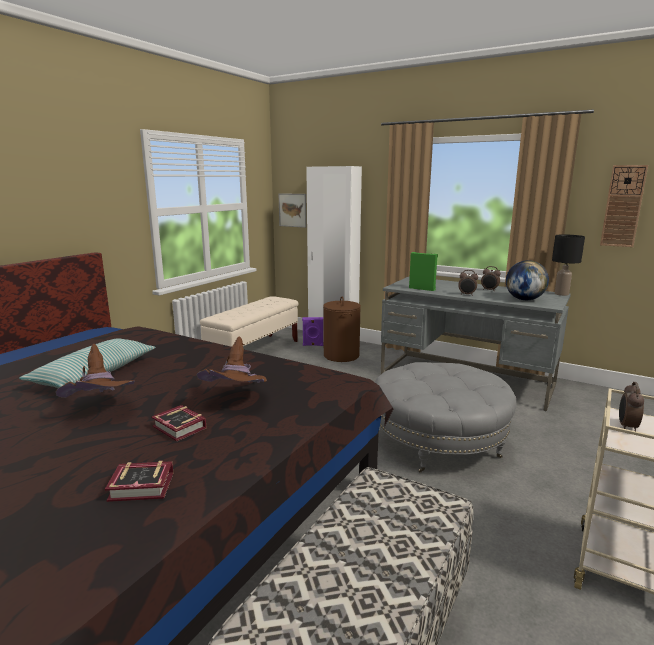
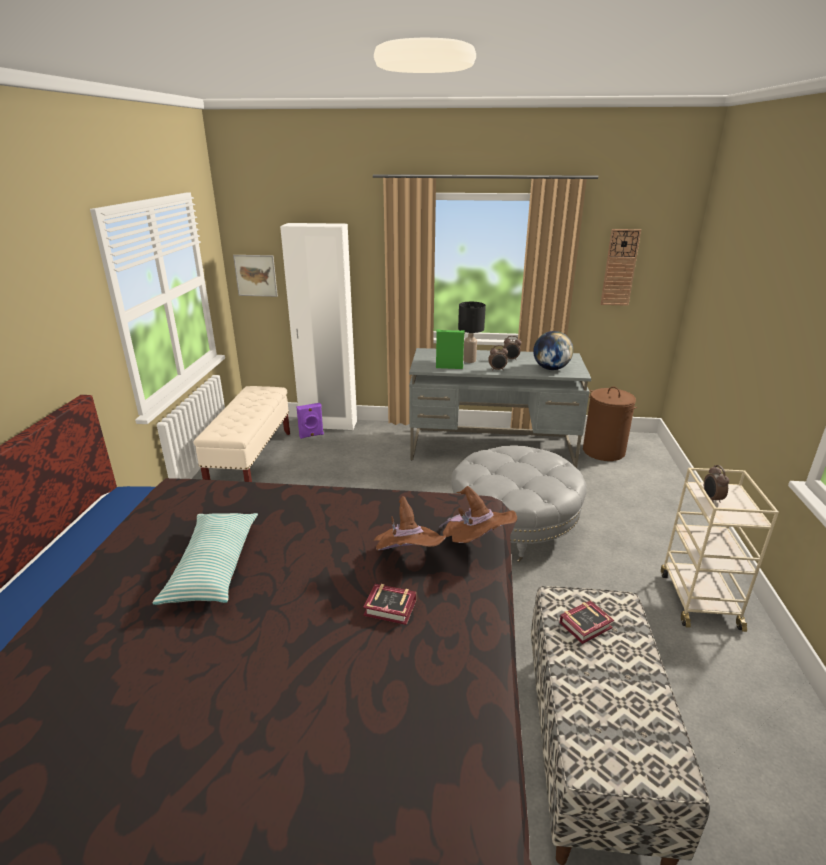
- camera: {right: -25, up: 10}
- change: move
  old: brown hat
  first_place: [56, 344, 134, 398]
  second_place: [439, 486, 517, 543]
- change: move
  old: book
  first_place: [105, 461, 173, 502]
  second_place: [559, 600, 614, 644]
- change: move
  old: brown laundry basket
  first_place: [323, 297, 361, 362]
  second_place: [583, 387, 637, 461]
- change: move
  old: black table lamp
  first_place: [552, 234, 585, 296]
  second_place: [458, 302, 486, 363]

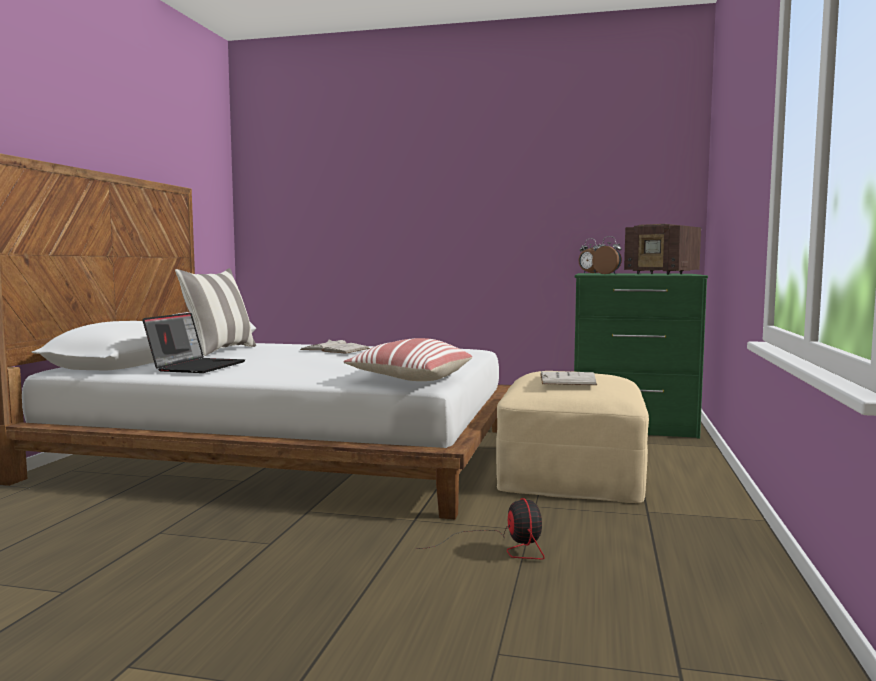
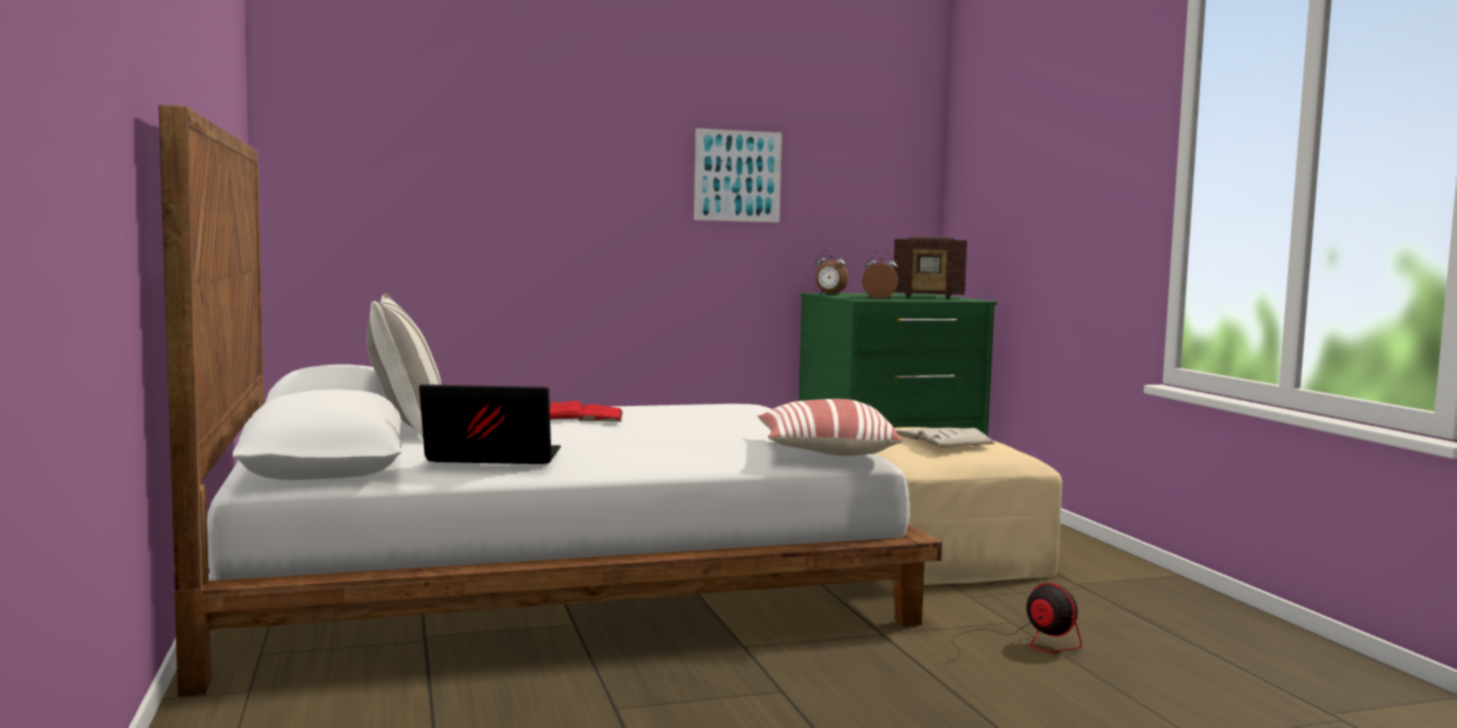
- camera: {right: -30, up: 0}
- change: rotate
  old: laptop
  first_place: [142, 313, 245, 373]
  second_place: [419, 384, 561, 464]
  degrees: -75
- change: recolor
  old: white book
  new: red book
  first_place: [300, 340, 370, 354]
  second_place: [550, 401, 623, 422]
- change: insert
  new: picture
  second_place: [694, 128, 782, 222]

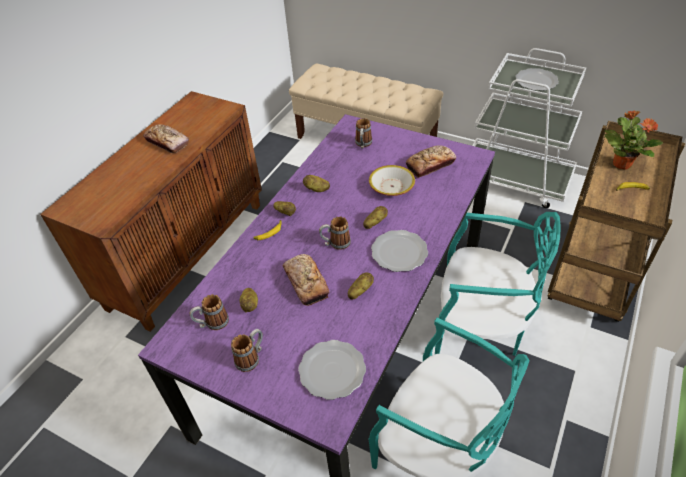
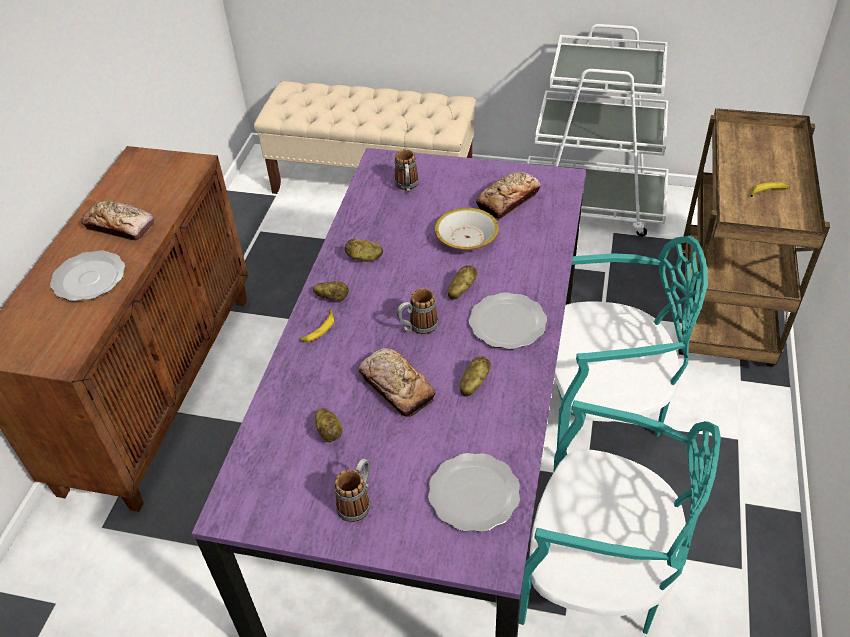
- camera: {right: -15, up: 0}
- change: delete
  old: mug
  first_place: [189, 294, 229, 330]
- change: move
  old: plate
  first_place: [515, 68, 559, 91]
  second_place: [50, 250, 125, 301]
- change: delete
  old: potted plant
  first_place: [605, 110, 663, 169]

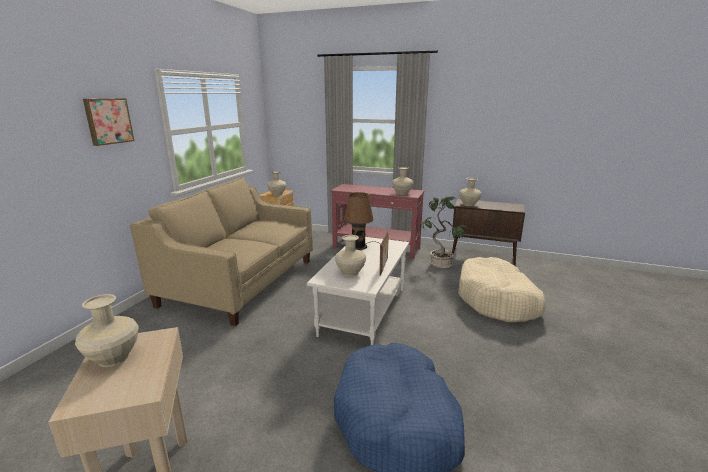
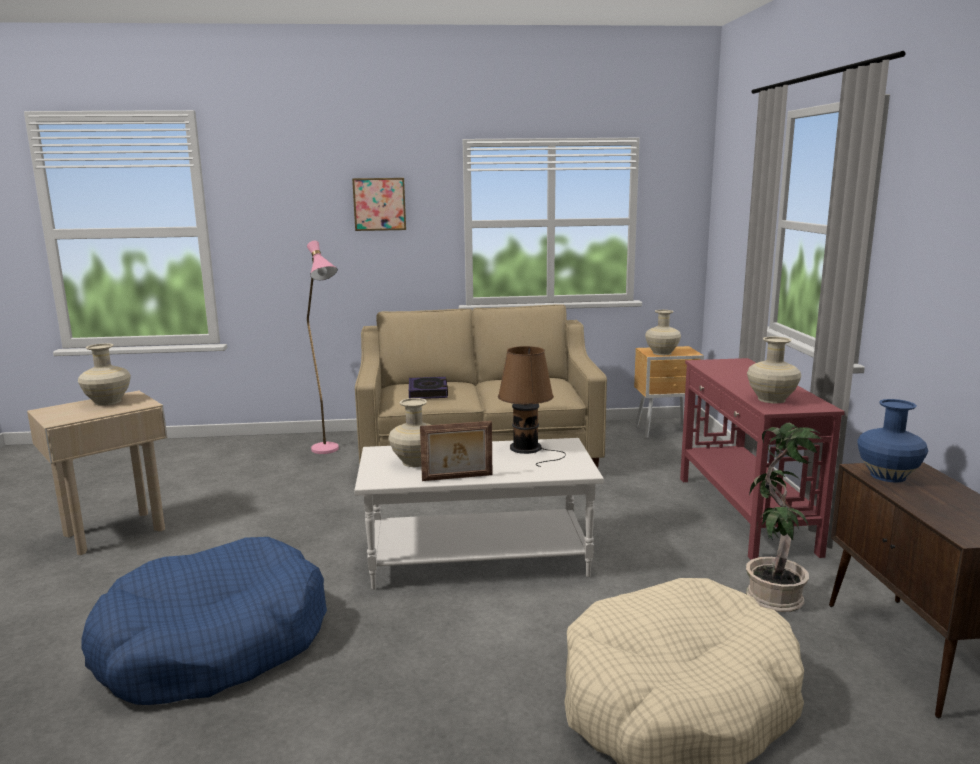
- camera: {right: 65, up: -5}
- change: recolor
  old: beige vase
  new: blue vase
  first_place: [459, 178, 482, 206]
  second_place: [858, 399, 928, 482]
- change: insert
  new: pink floor lamp
  second_place: [307, 240, 339, 454]
- change: insert
  new: book
  second_place: [409, 377, 448, 399]

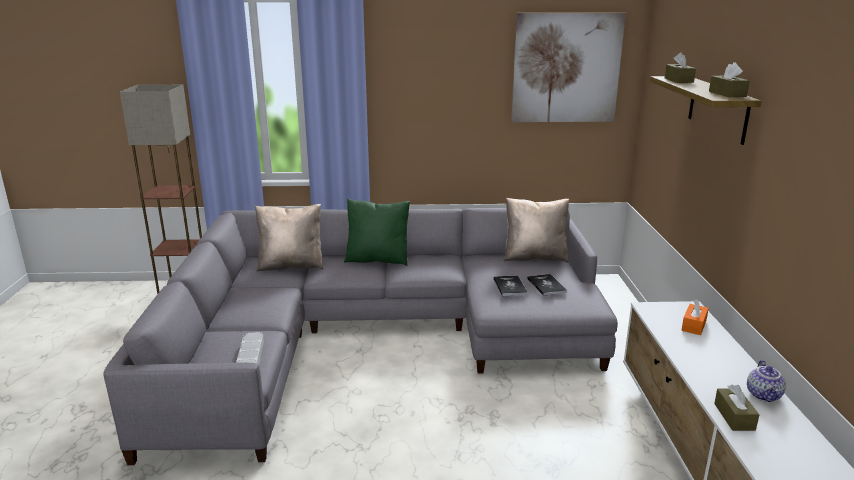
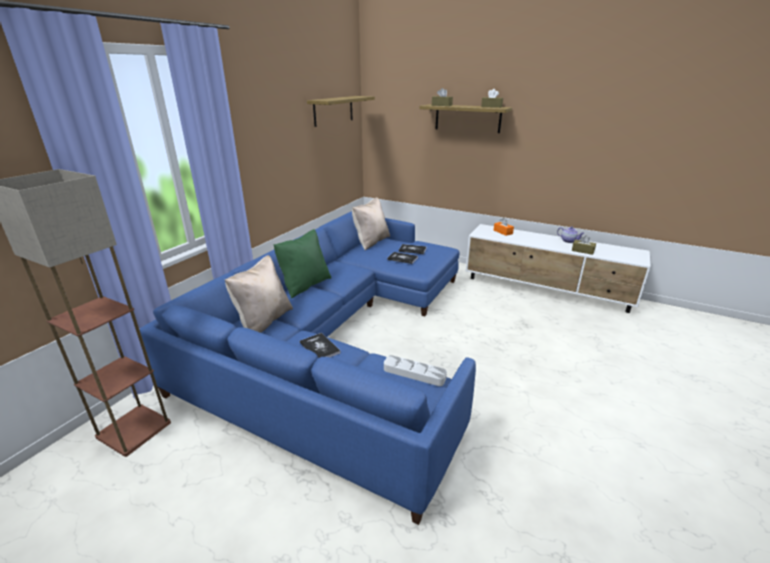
- camera: {right: -60, up: 5}
- change: recolor
  old: grey sofa
  new: blue sofa
  first_place: [103, 208, 618, 465]
  second_place: [139, 211, 476, 525]
- change: replace
  old: picture
  new: shelf
  first_place: [511, 13, 626, 122]
  second_place: [307, 96, 375, 127]
- change: insert
  new: book
  second_place: [300, 333, 340, 358]

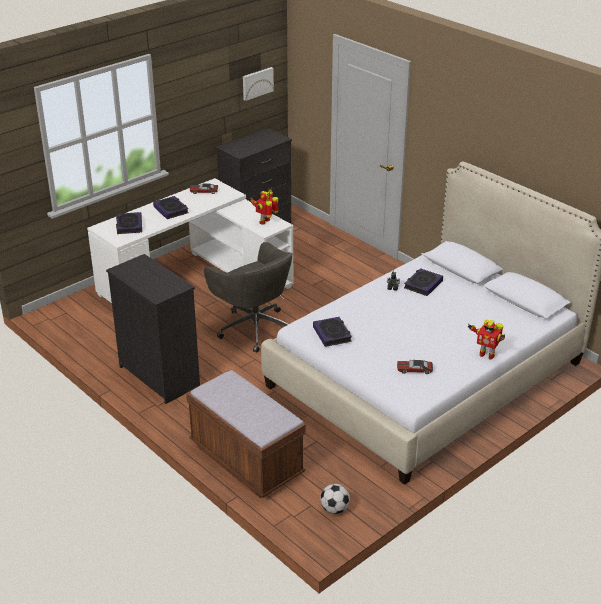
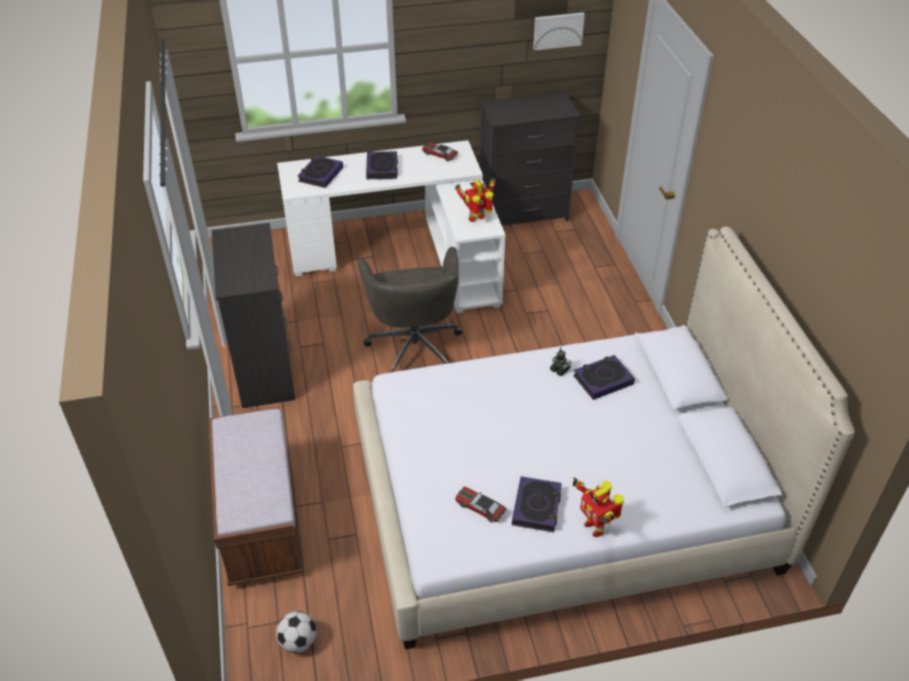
- camera: {right: 30, up: 10}
- change: move
  old: book
  first_place: [313, 317, 352, 347]
  second_place: [512, 476, 562, 532]

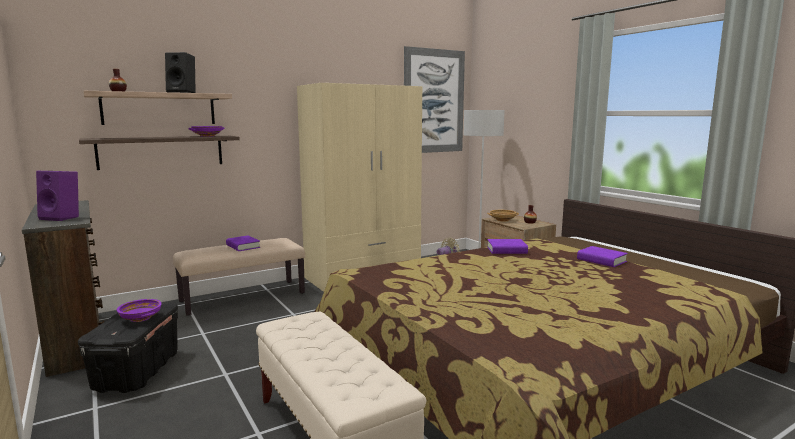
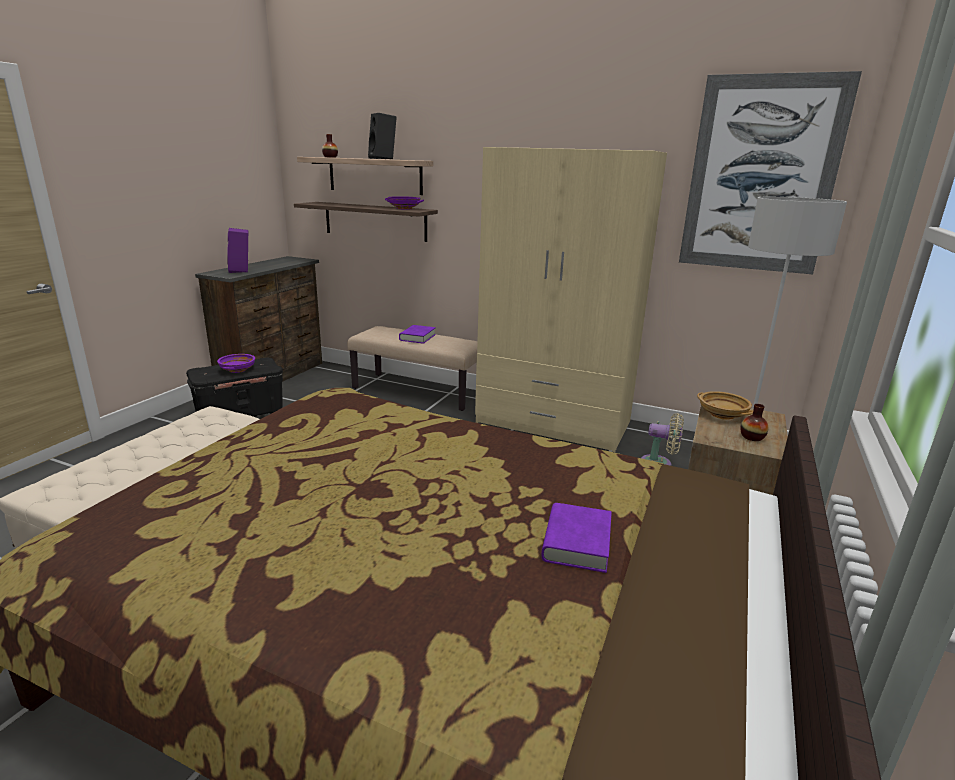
- camera: {right: 55, up: 10}
- change: delete
  old: purple book
  first_place: [487, 239, 528, 254]

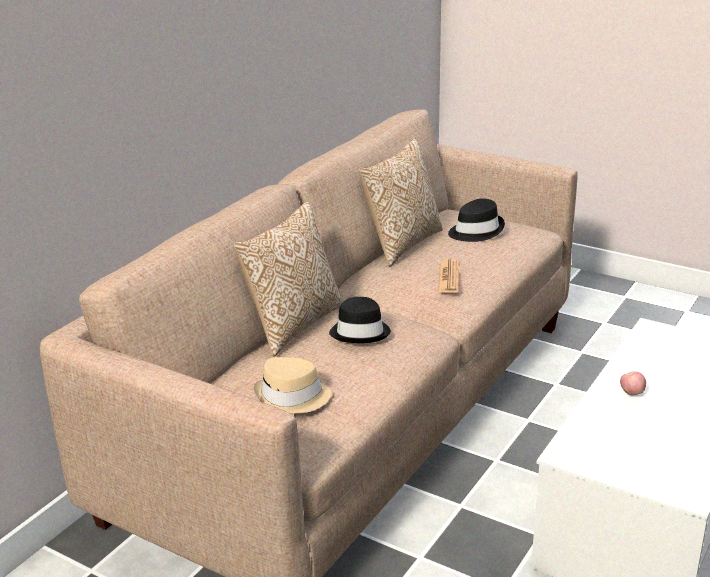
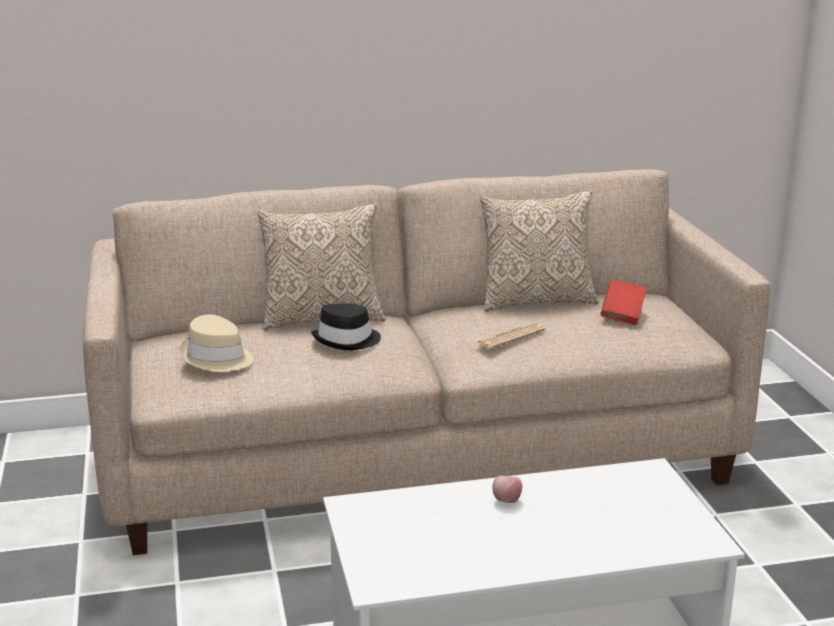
- camera: {right: 45, up: -5}
- change: replace
  old: black hat
  new: red book
  first_place: [448, 198, 505, 242]
  second_place: [601, 279, 647, 325]

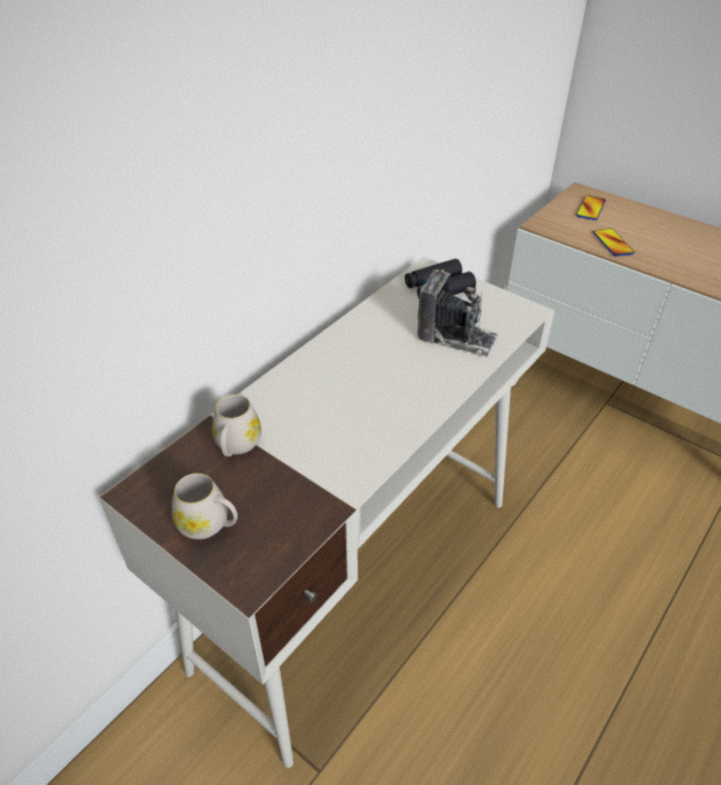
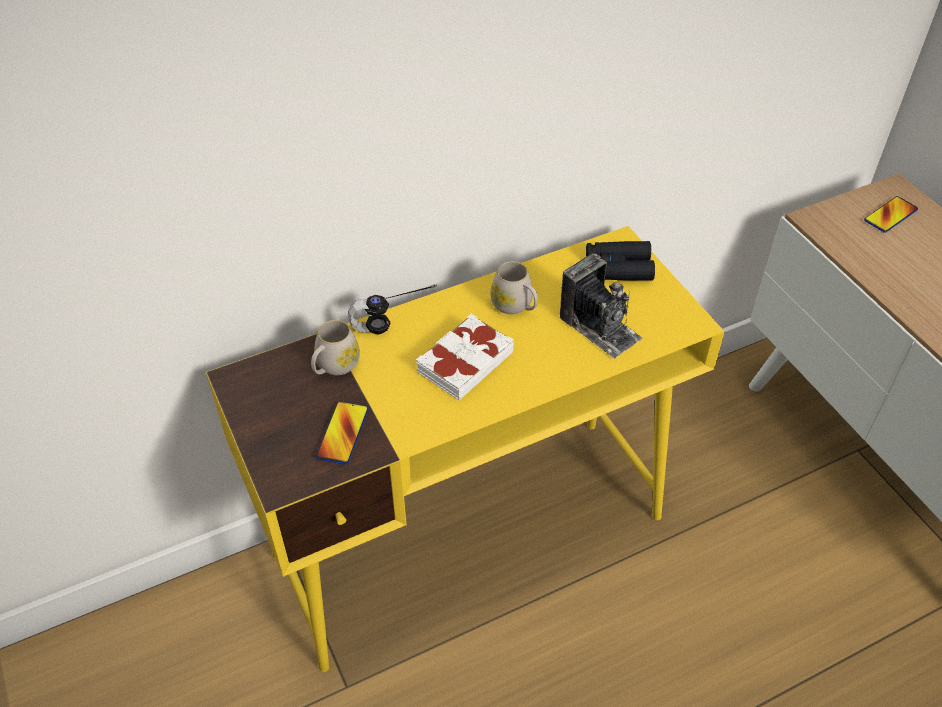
- camera: {right: 25, up: 5}
- change: recolor
  old: white desk
  new: yellow desk
  first_place: [98, 256, 555, 768]
  second_place: [206, 226, 725, 672]
- change: move
  old: white mug
  first_place: [172, 473, 238, 539]
  second_place: [490, 261, 538, 314]
- change: move
  old: phone
  first_place: [593, 228, 635, 257]
  second_place: [316, 401, 369, 465]
- change: insert
  new: headphones
  second_place: [348, 284, 437, 335]
- change: insert
  new: white book
  second_place: [416, 314, 514, 400]

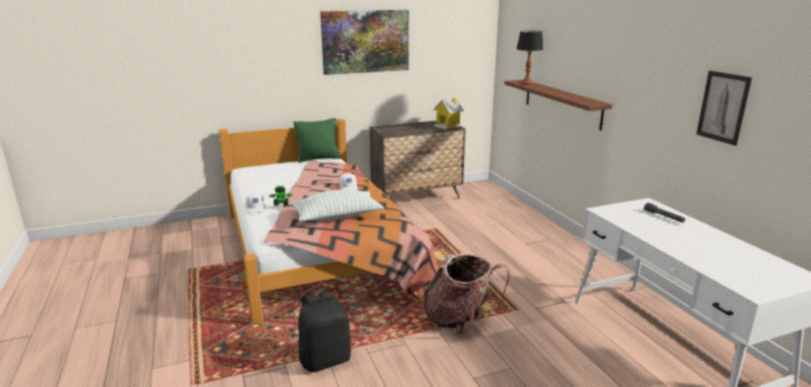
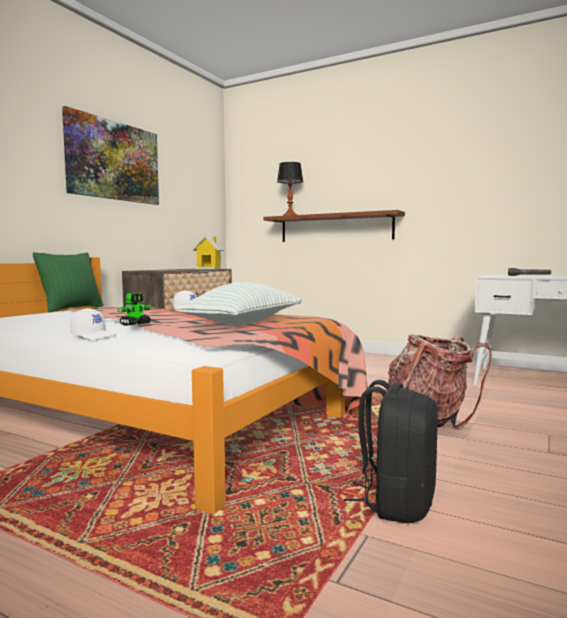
- camera: {right: -40, up: -15}
- change: delete
  old: picture
  first_place: [696, 71, 752, 146]

